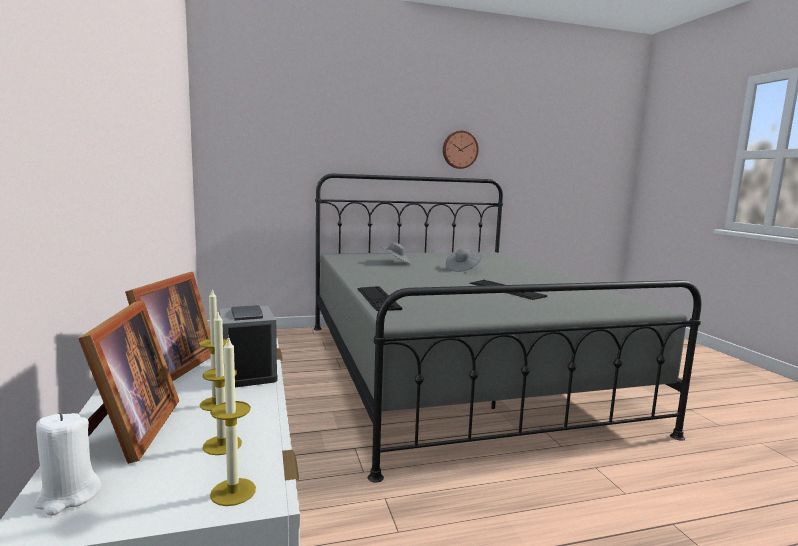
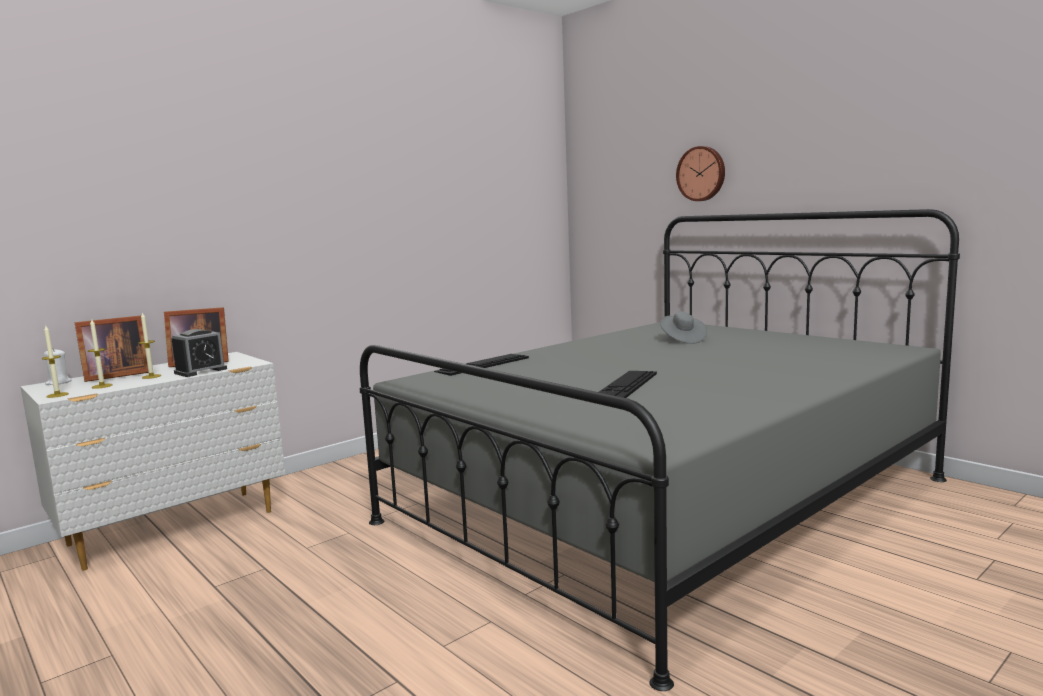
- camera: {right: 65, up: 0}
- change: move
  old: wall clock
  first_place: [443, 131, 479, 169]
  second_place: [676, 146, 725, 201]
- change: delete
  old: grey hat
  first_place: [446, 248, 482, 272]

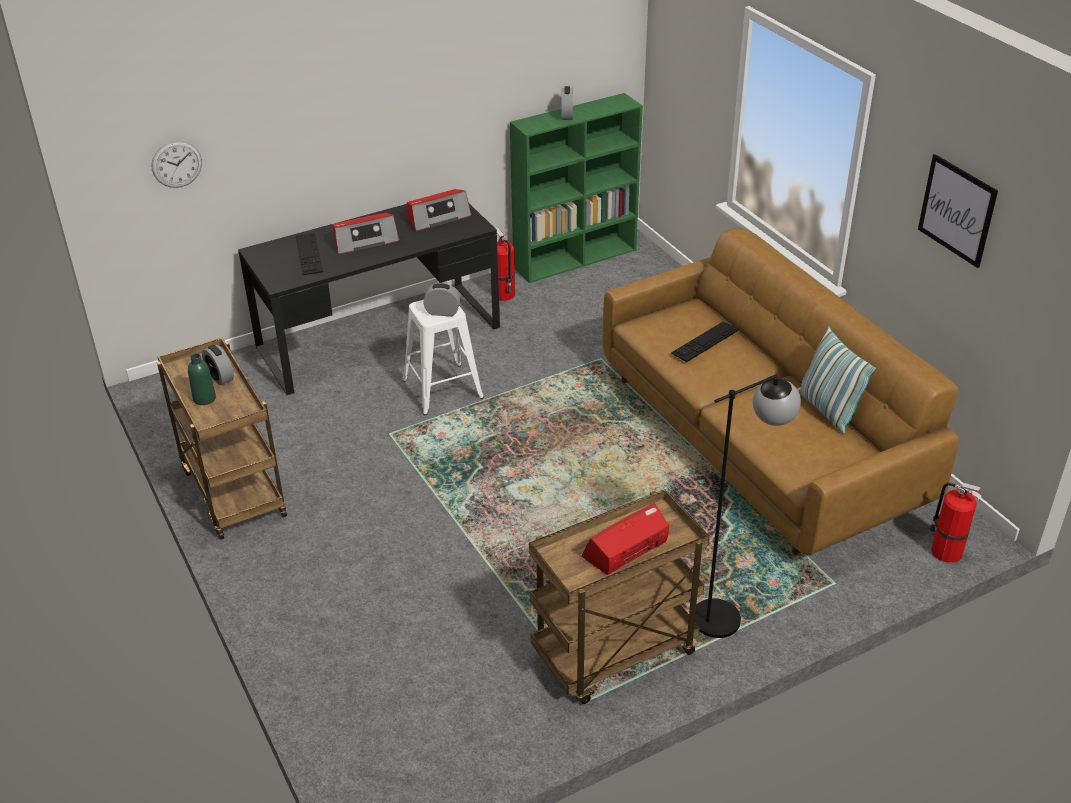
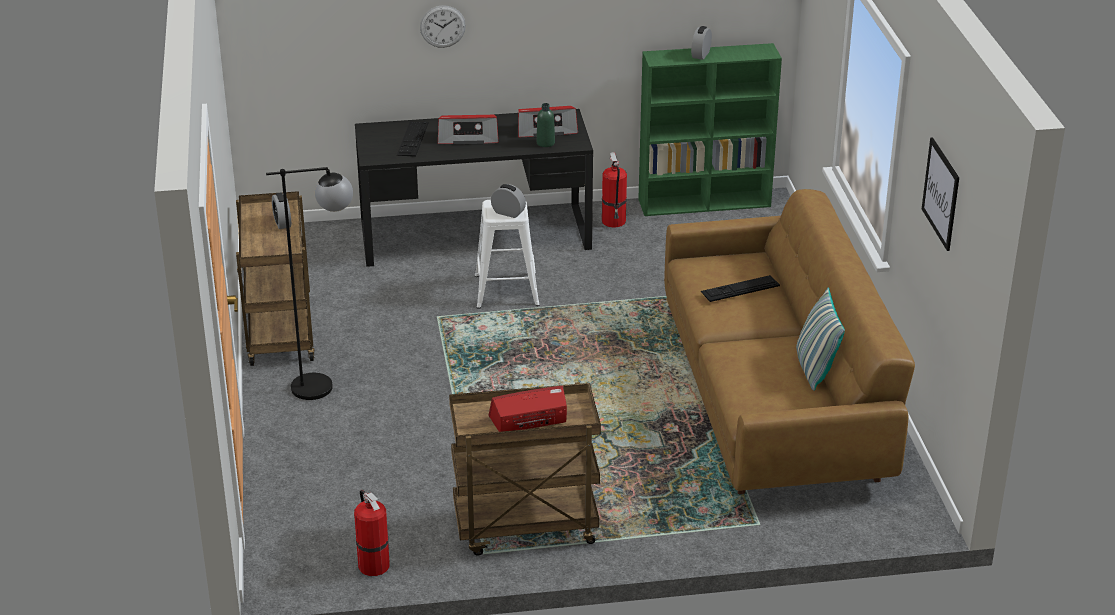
- camera: {right: 20, up: -5}
- change: move
  old: wall clock
  first_place: [151, 140, 202, 188]
  second_place: [420, 5, 466, 48]
- change: move
  old: green bottle
  first_place: [188, 354, 216, 405]
  second_place: [537, 103, 555, 147]
- change: move
  old: black floor lamp
  first_place: [695, 374, 801, 638]
  second_place: [266, 167, 353, 400]
- change: move
  old: fire extinguisher
  first_place: [929, 482, 982, 563]
  second_place: [354, 490, 390, 576]

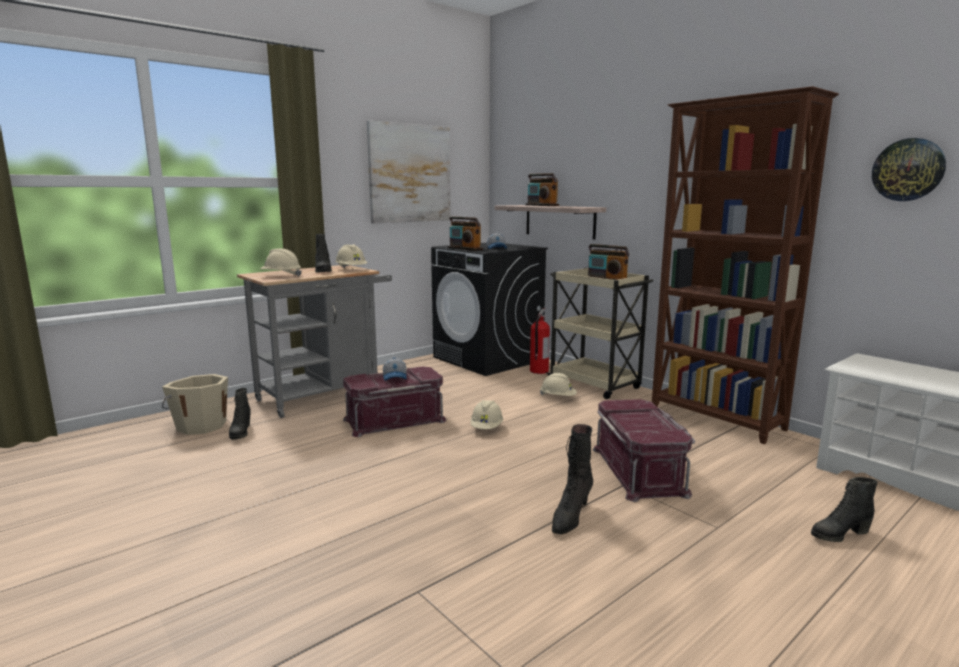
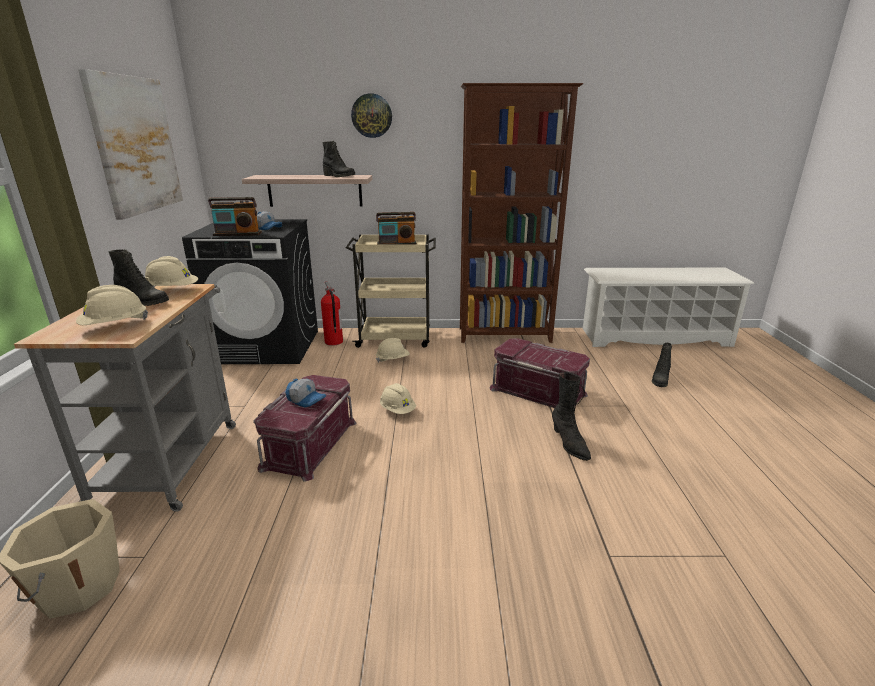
- camera: {right: -50, up: 10}
- change: move
  old: black boot
  first_place: [229, 388, 251, 440]
  second_place: [322, 141, 355, 177]
- change: delete
  old: radio
  first_place: [526, 173, 559, 206]
- change: move
  old: wall clock
  first_place: [872, 138, 946, 201]
  second_place: [351, 93, 392, 138]

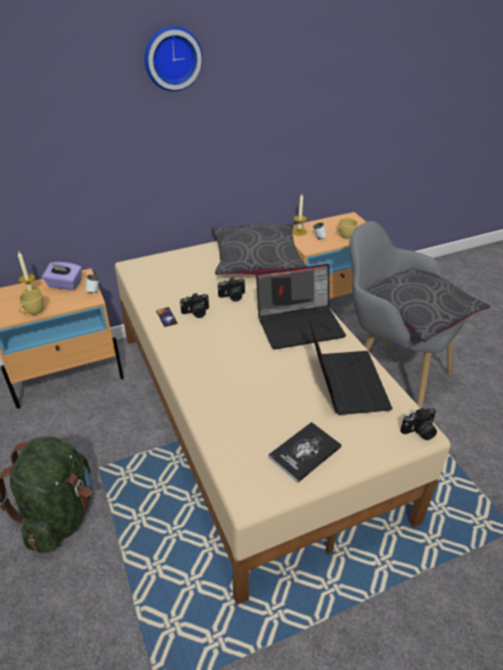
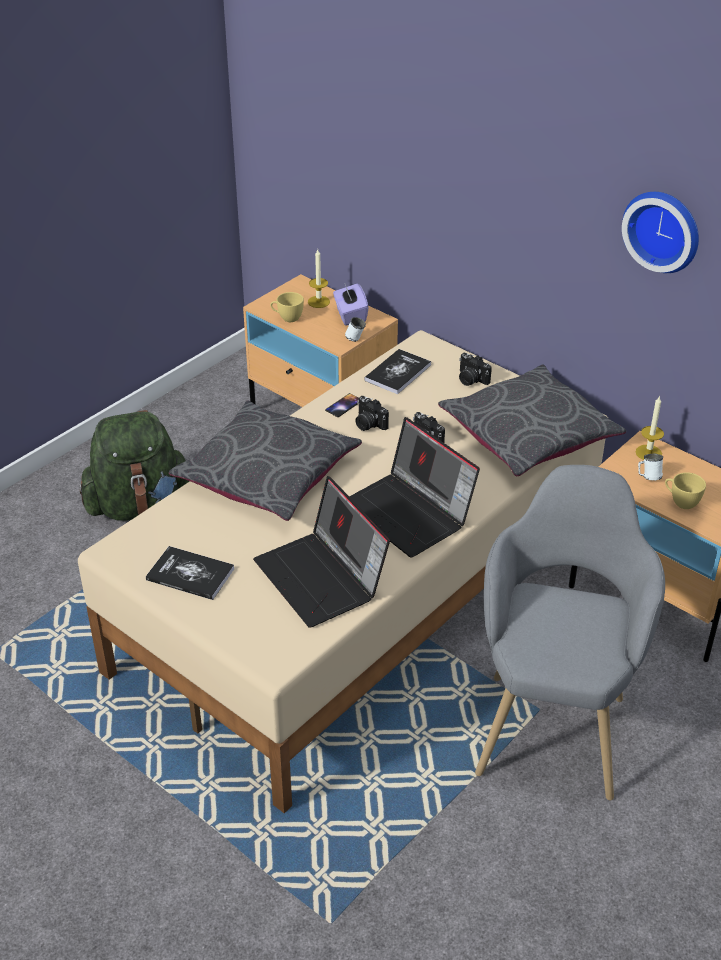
- camera: {right: 65, up: 0}
- change: move
  old: wall clock
  first_place: [144, 26, 203, 91]
  second_place: [622, 192, 699, 273]
- change: rotate
  old: laptop
  first_place: [308, 317, 393, 415]
  second_place: [253, 476, 390, 628]
  degrees: 90
- change: move
  old: grey pillow
  first_place: [365, 268, 490, 342]
  second_place: [169, 400, 362, 521]
- change: move
  old: photo camera
  first_place: [400, 408, 437, 440]
  second_place: [459, 353, 492, 386]
- change: insert
  new: book
  second_place: [364, 349, 431, 394]

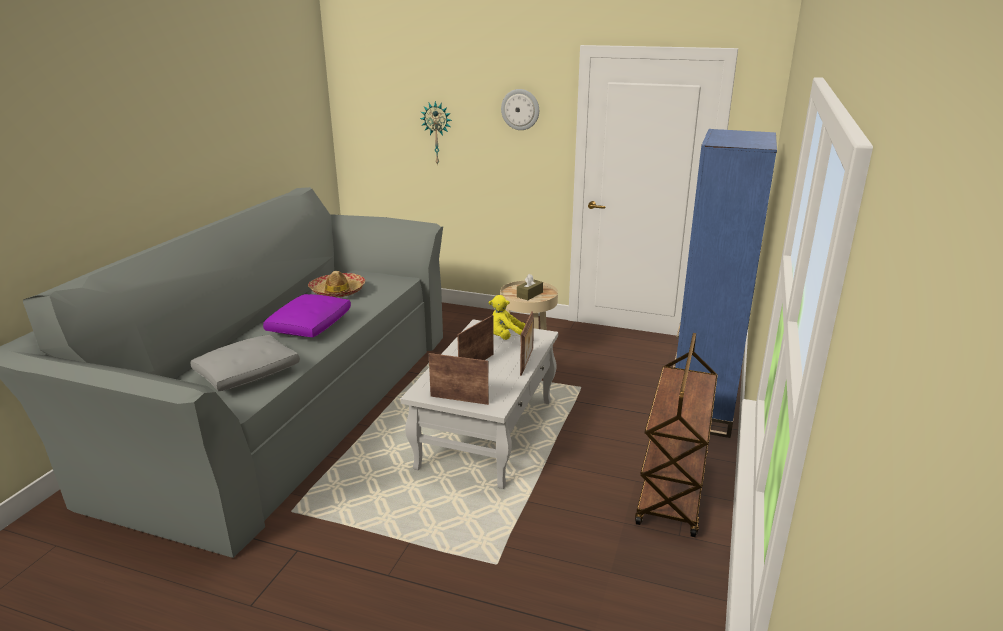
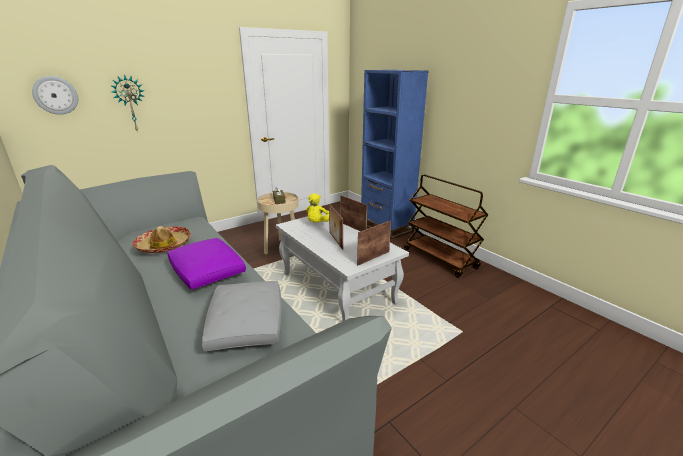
- camera: {right: -55, up: 0}
- change: move
  old: wall clock
  first_place: [501, 89, 539, 130]
  second_place: [32, 76, 78, 115]

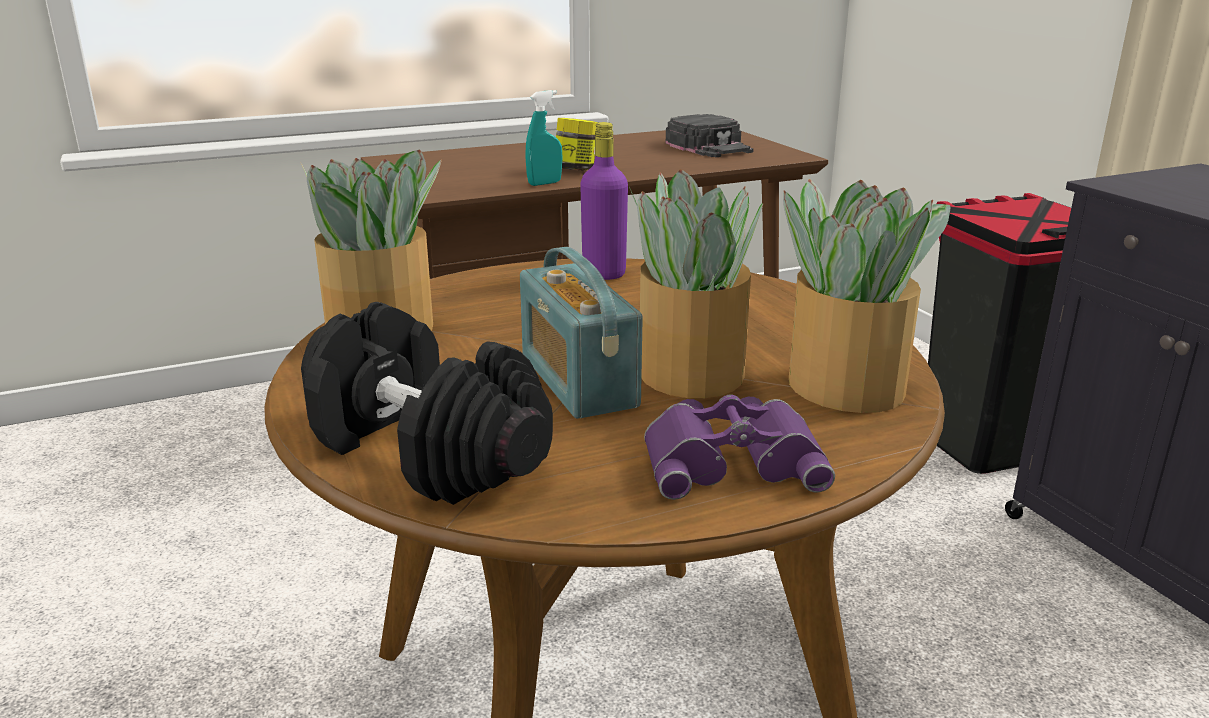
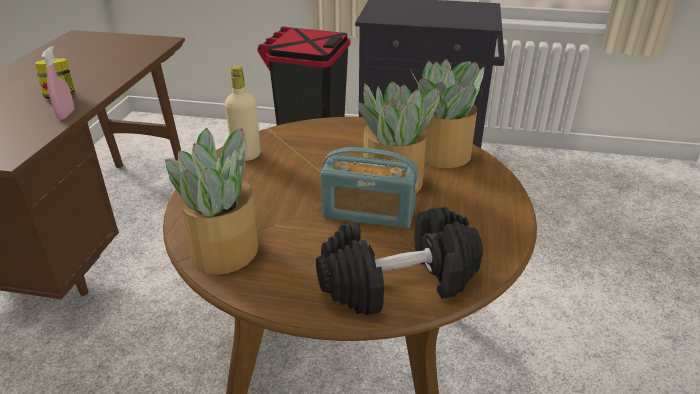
- camera: {right: -55, up: 10}
- change: recolor
  old: turquoise spray bottle
  new: pink spray bottle
  first_place: [526, 90, 562, 186]
  second_place: [41, 46, 74, 120]
- change: recolor
  old: purple bottle
  new: beige bottle
  first_place: [580, 122, 628, 280]
  second_place: [225, 66, 260, 161]
- change: delete
  old: purple binoculars
  first_place: [644, 395, 835, 500]
- change: delete
  old: black cap
  first_place: [666, 114, 754, 157]

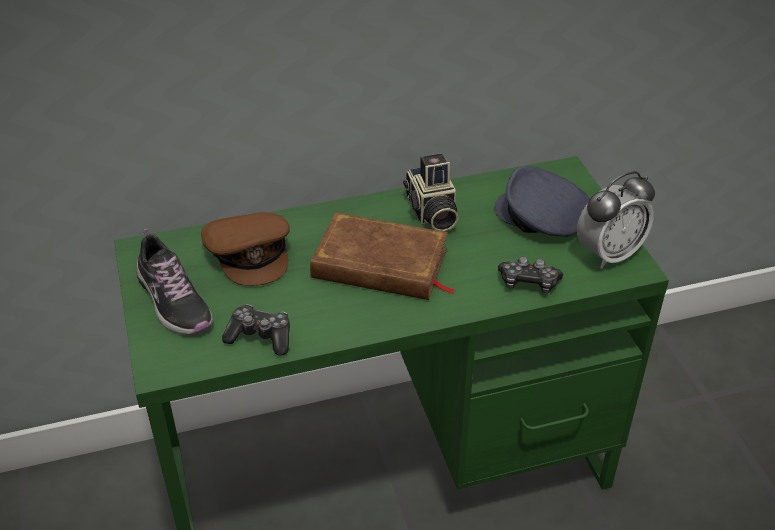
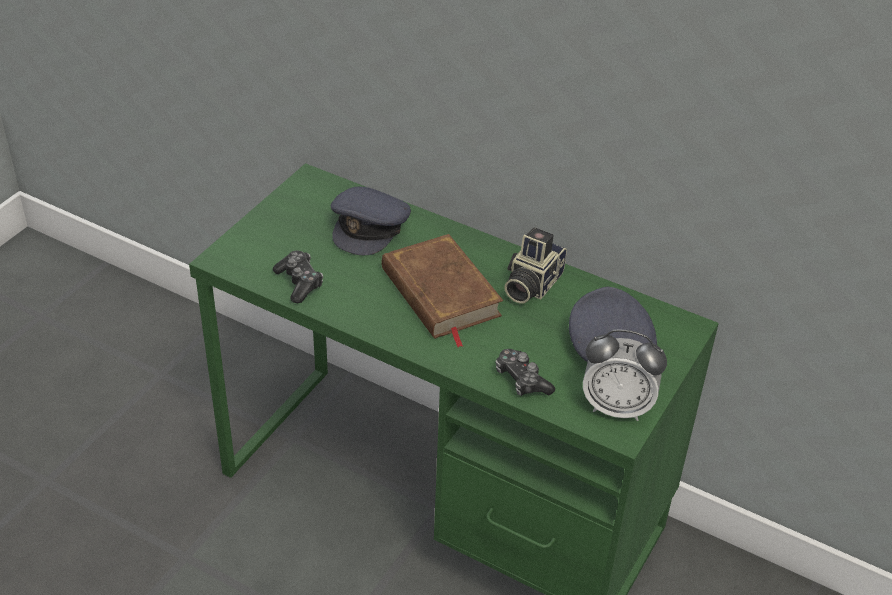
- camera: {right: 45, up: 0}
- change: delete
  old: shoe
  first_place: [137, 229, 213, 335]
- change: recolor
  old: brown cap
  new: grey cap
  first_place: [201, 212, 290, 286]
  second_place: [331, 186, 411, 256]

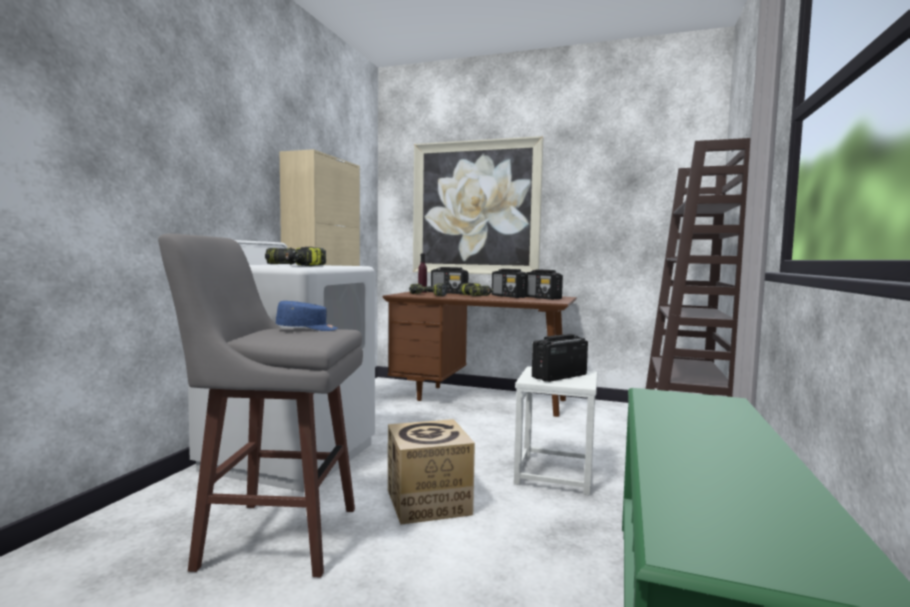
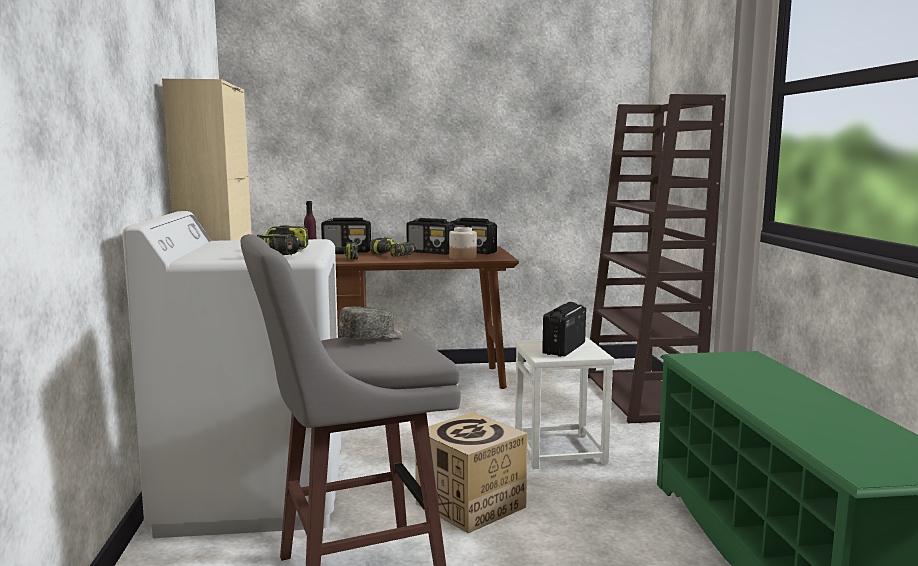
- camera: {right: -25, up: 5}
- change: recolor
  old: blue cap
  new: grey cap
  first_place: [276, 301, 338, 331]
  second_place: [338, 307, 405, 339]
- change: delete
  old: picture
  first_place: [413, 136, 544, 274]
- change: insert
  new: jar
  second_place: [449, 227, 477, 260]

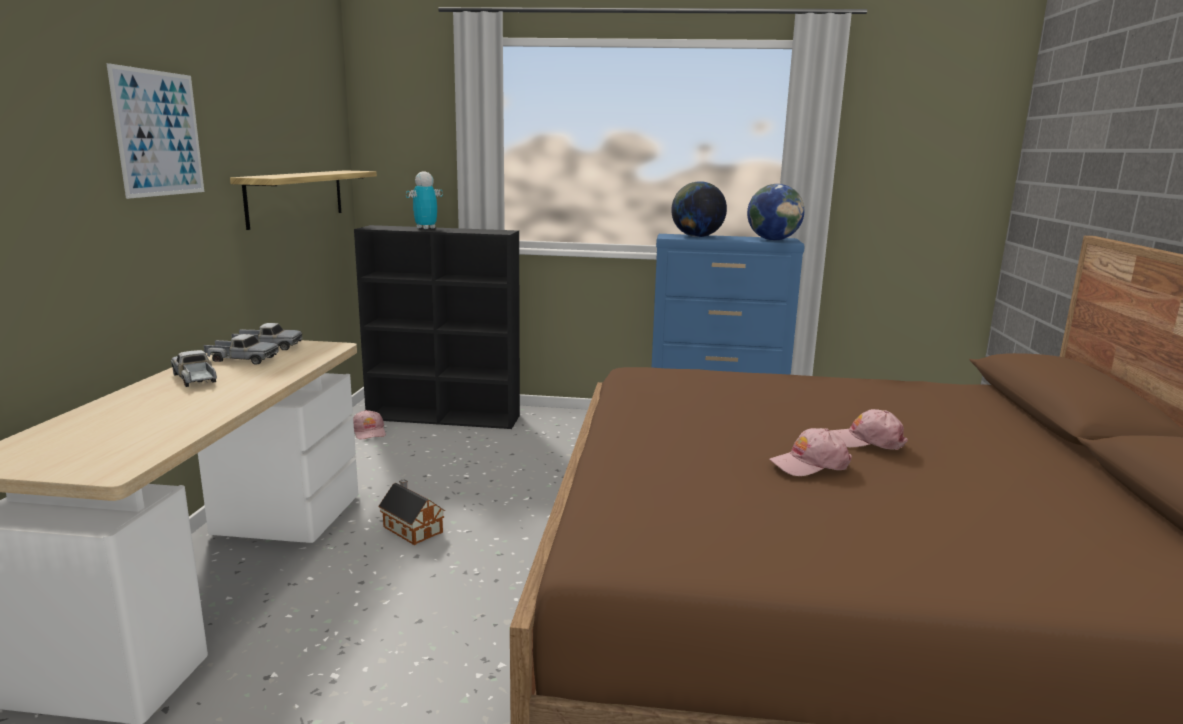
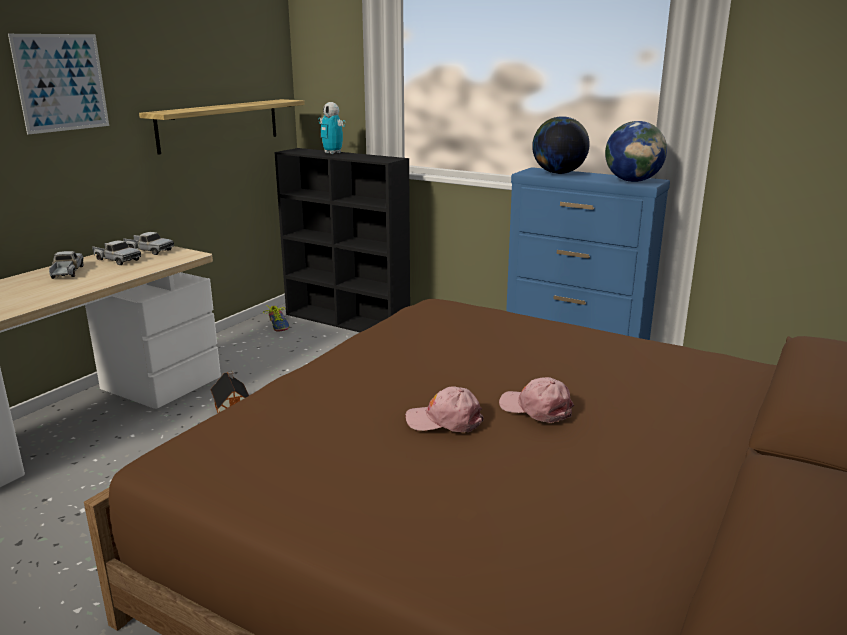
- camera: {right: 25, up: 5}
- change: replace
  old: pink cap
  new: shoe
  first_place: [353, 410, 386, 440]
  second_place: [263, 306, 289, 331]
- change: rotate
  old: toy robot
  first_place: [406, 171, 443, 229]
  second_place: [318, 102, 346, 154]
  degrees: -105

